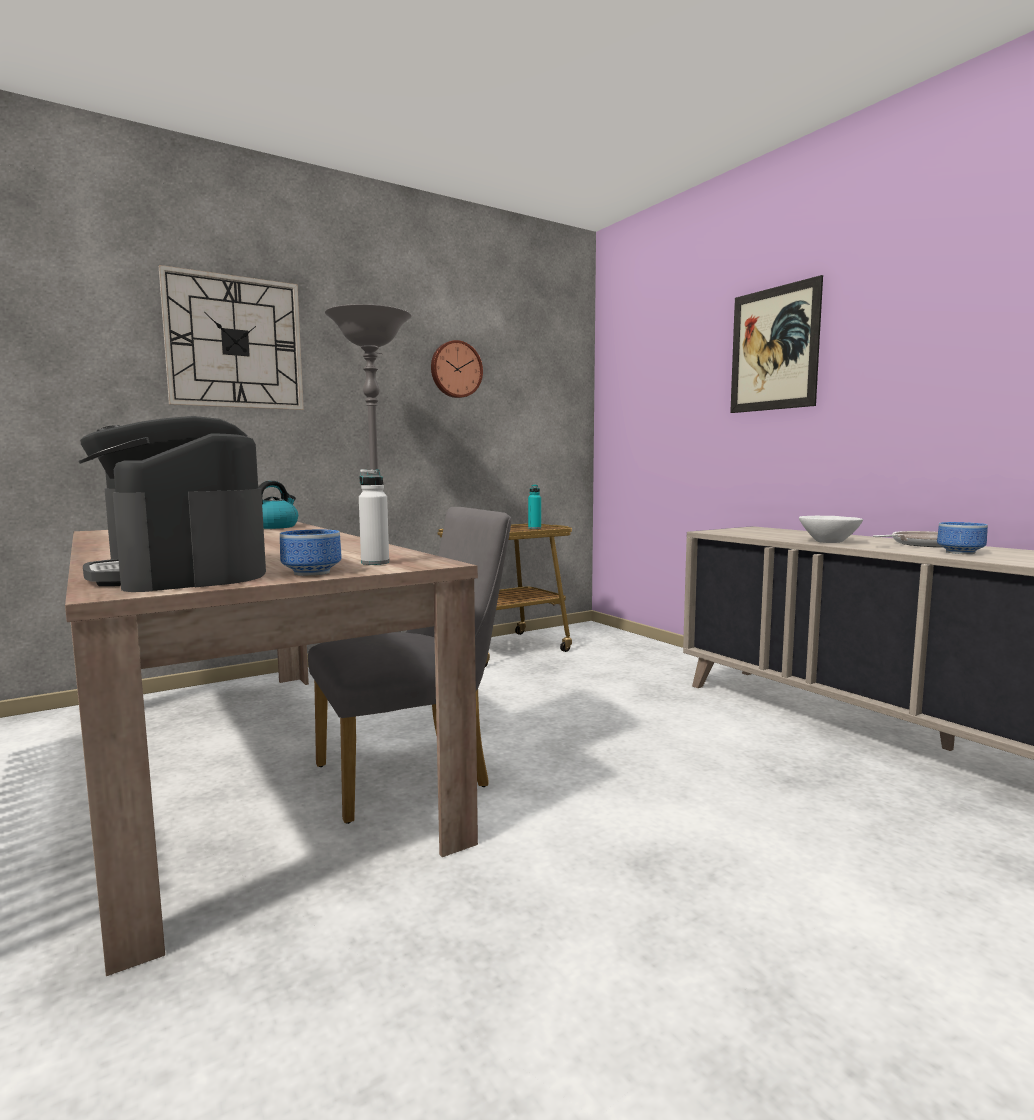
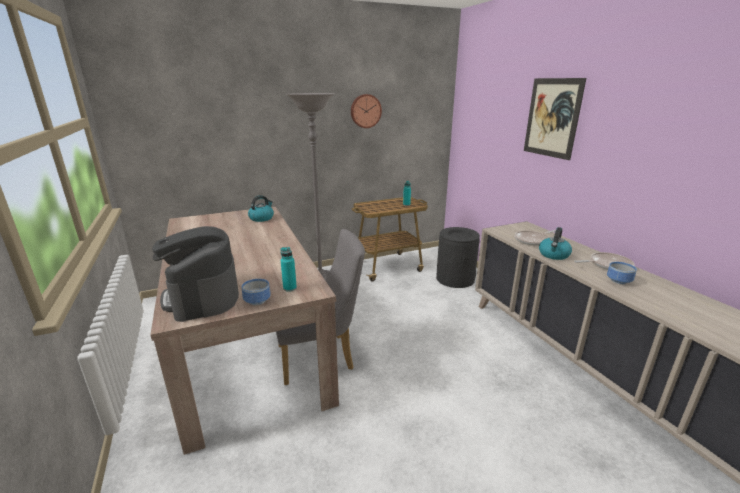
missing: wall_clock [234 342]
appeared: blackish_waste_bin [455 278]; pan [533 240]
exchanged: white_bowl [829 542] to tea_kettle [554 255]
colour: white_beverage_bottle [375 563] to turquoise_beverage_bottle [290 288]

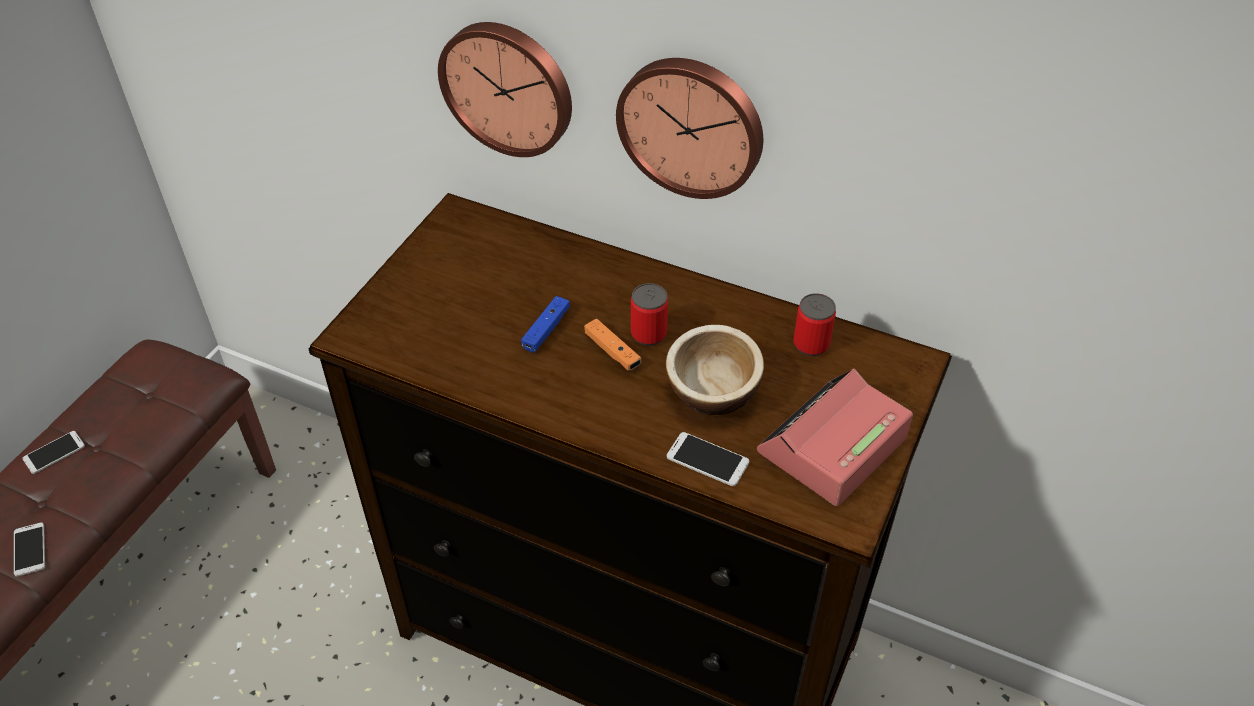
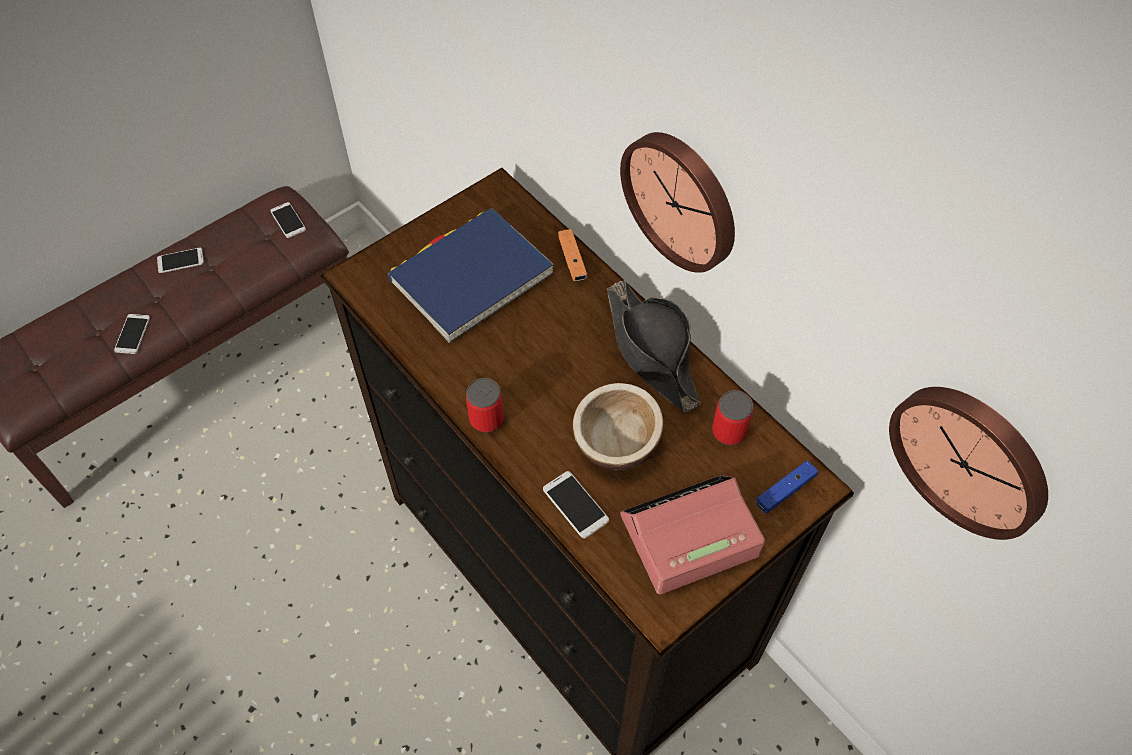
appeared: handset [288 220]; blue-coloured_volume [471 278]; blackish_hat [652 352]
relocated: can [648 334] to [486 419]; orange-coloured_joypad [612 351] to [572 260]; blue-coloured_joypad [546 329] to [785 490]; wall_clock [508 87] to [971 457]

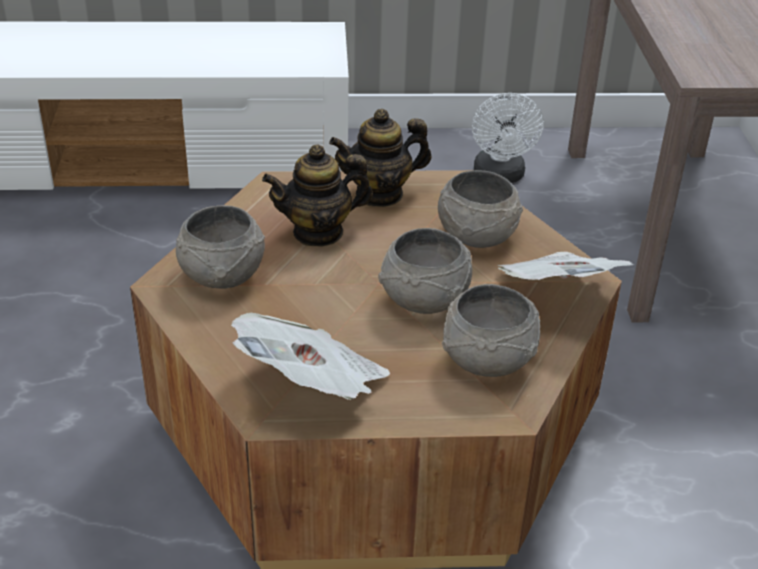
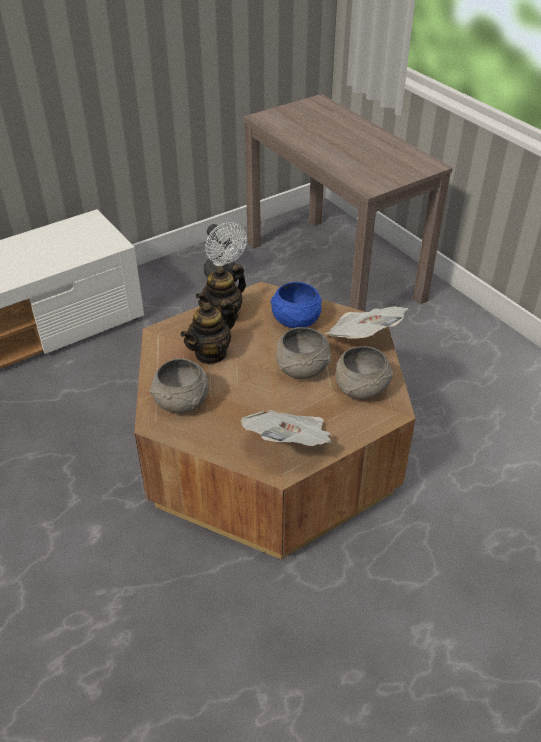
colour: grey_bowl [475 235] to blue-coloured_bowl [295 321]

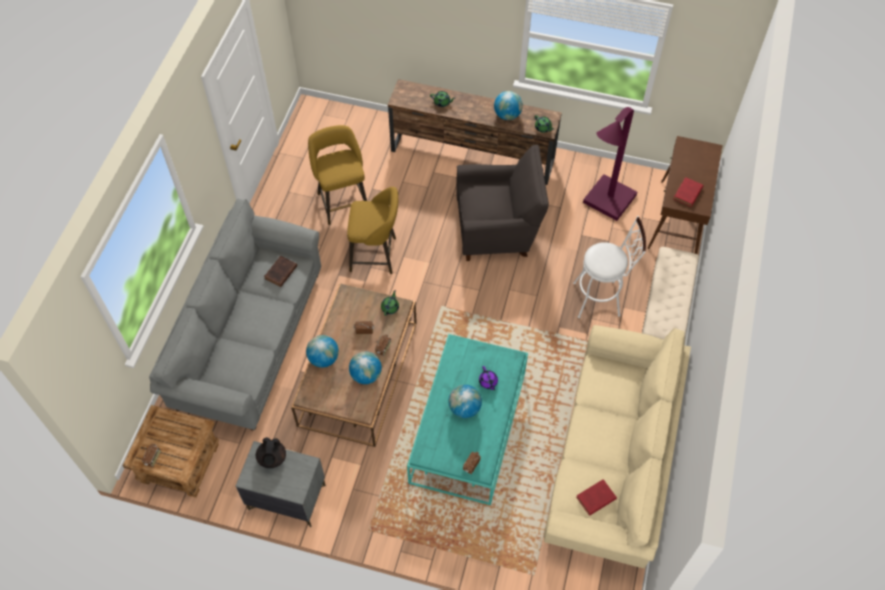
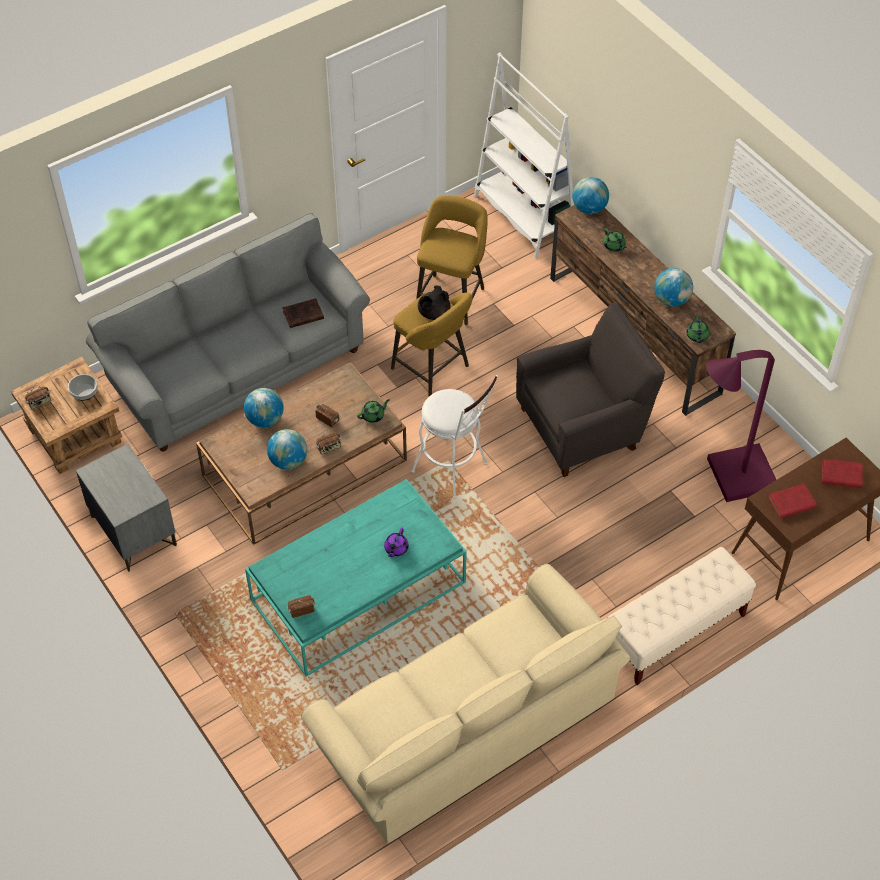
appeared: bowl [84 391]; white_bookcase [524 215]
relocated: white_stool [601 299] to [454 470]; blackish_tea_pot [272 458] to [433 313]; desk_globe [464 408] to [589 208]; red_volume [595 499] to [840 475]
spun: grey_armchair [498 229] = [584 426] 60 degrees counterclockwise

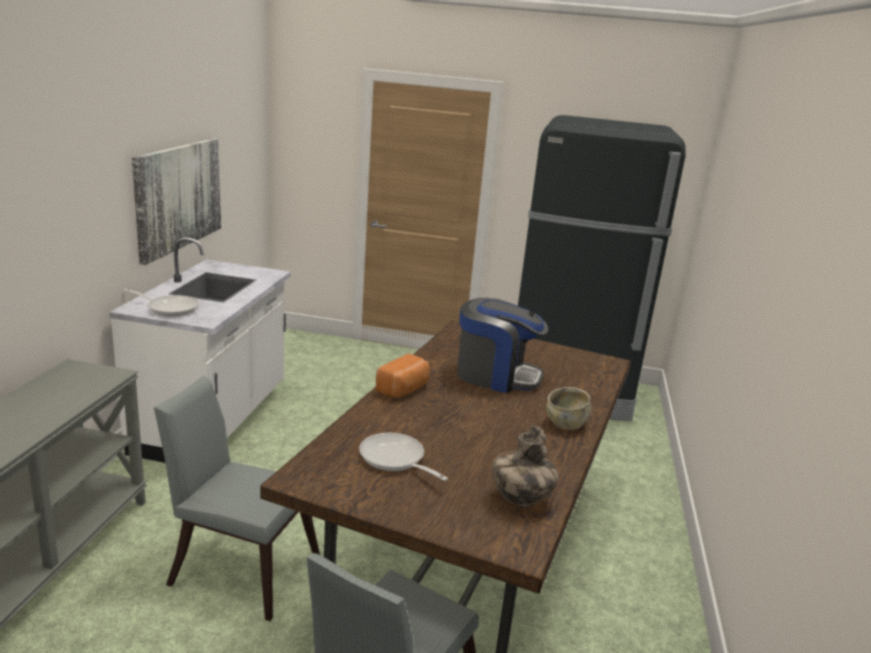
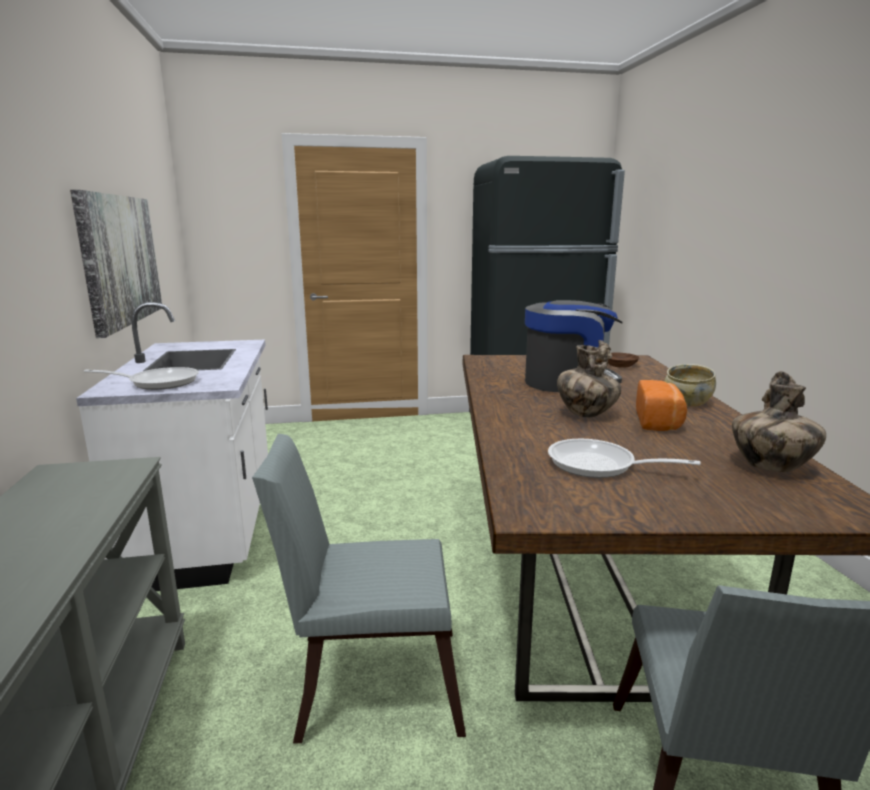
appeared: decorative_vase [585 414]; brownish_bowl [619 365]
relocated: bakery_bread [404 389] to [659 421]

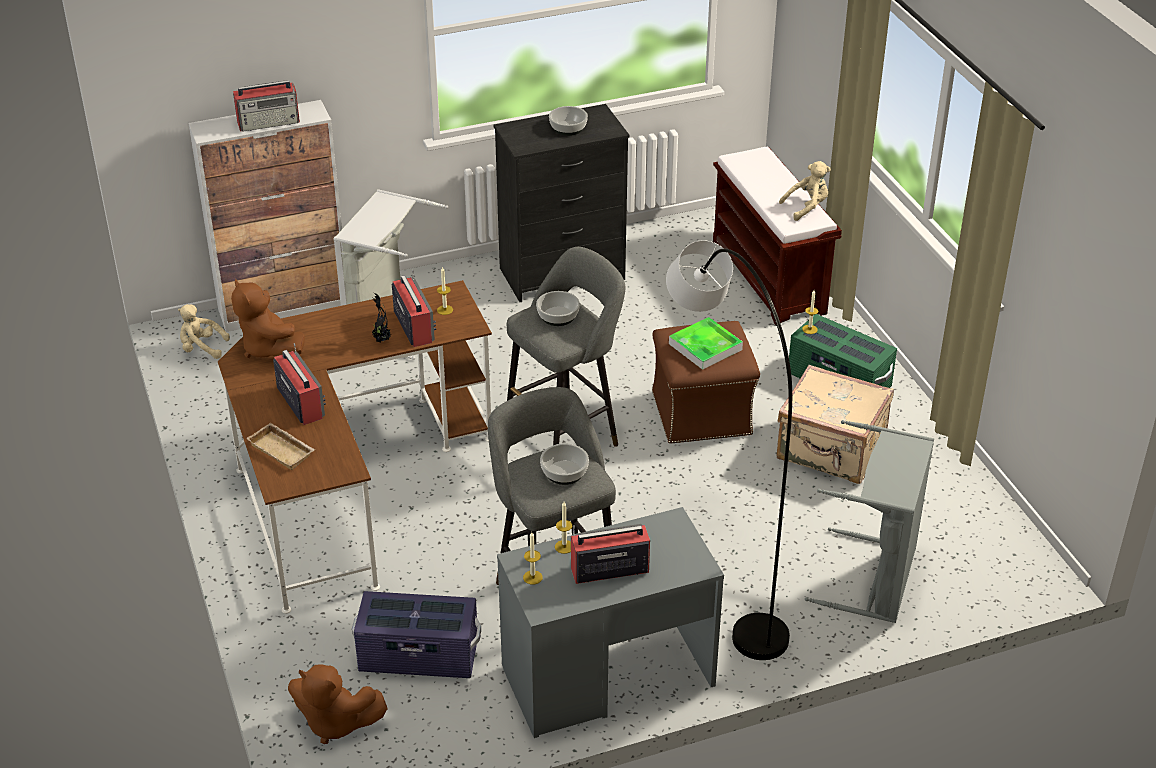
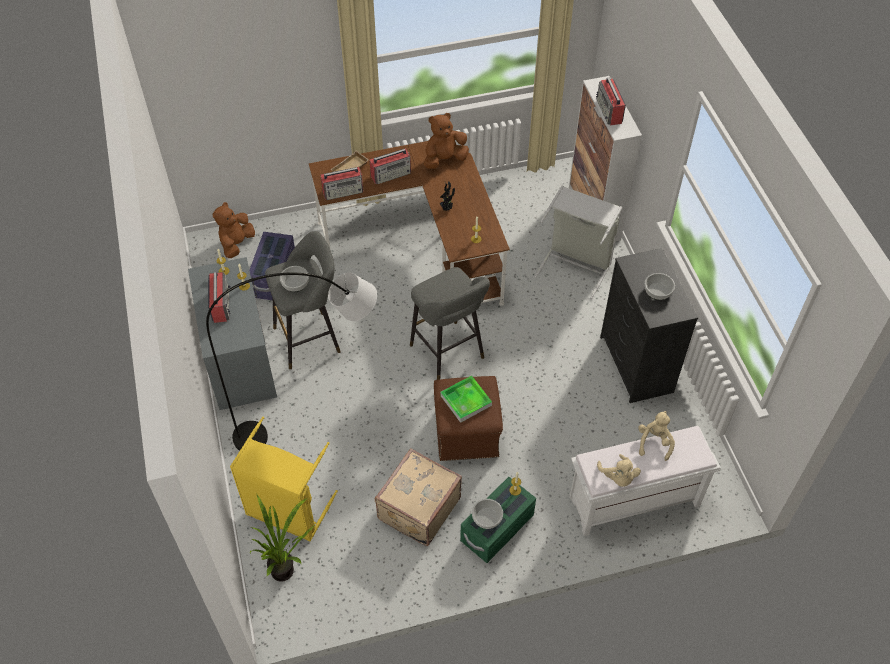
appeared: potted_plant [288 571]
relocated: radio_receiver [413 326] to [343 191]; bowl [558 316] to [486 517]; beige-coloured_soft_toy [201 348] to [654 442]
colour: grey_washing_basket [875 579] to yellow-coloured_washing_basket [287 511]; brownish_long_seat [770 278] to white_long_seat [633 502]

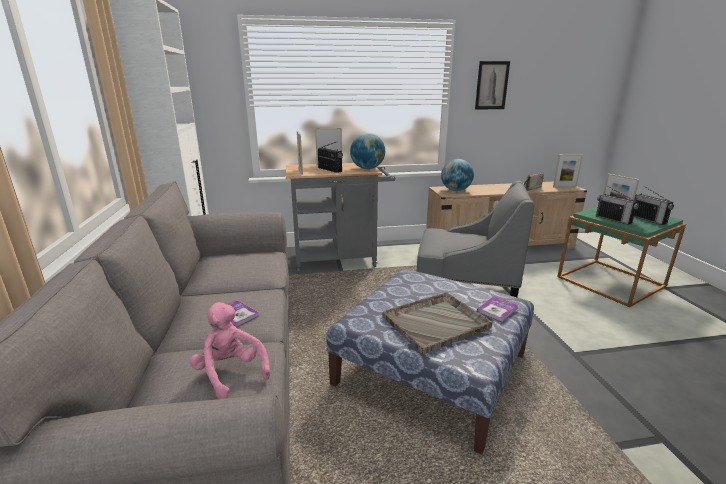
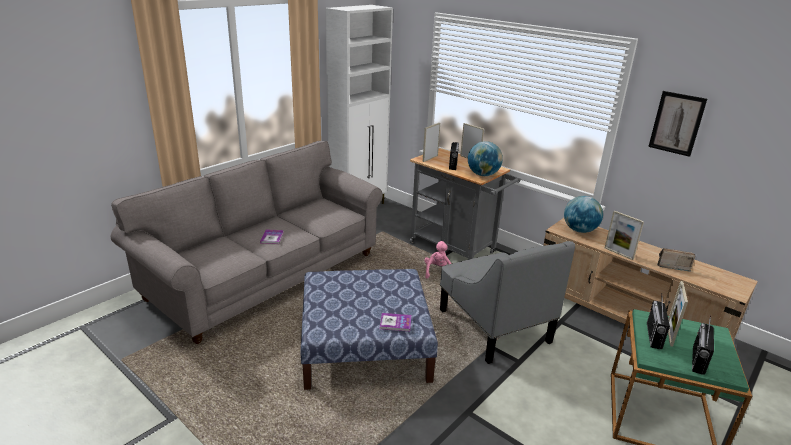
missing: grey_carrying_tray [436 322]
relocated: pink-coloured_soft_toy [231 373] to [437 272]; picture_frame [564 187] to [618 253]

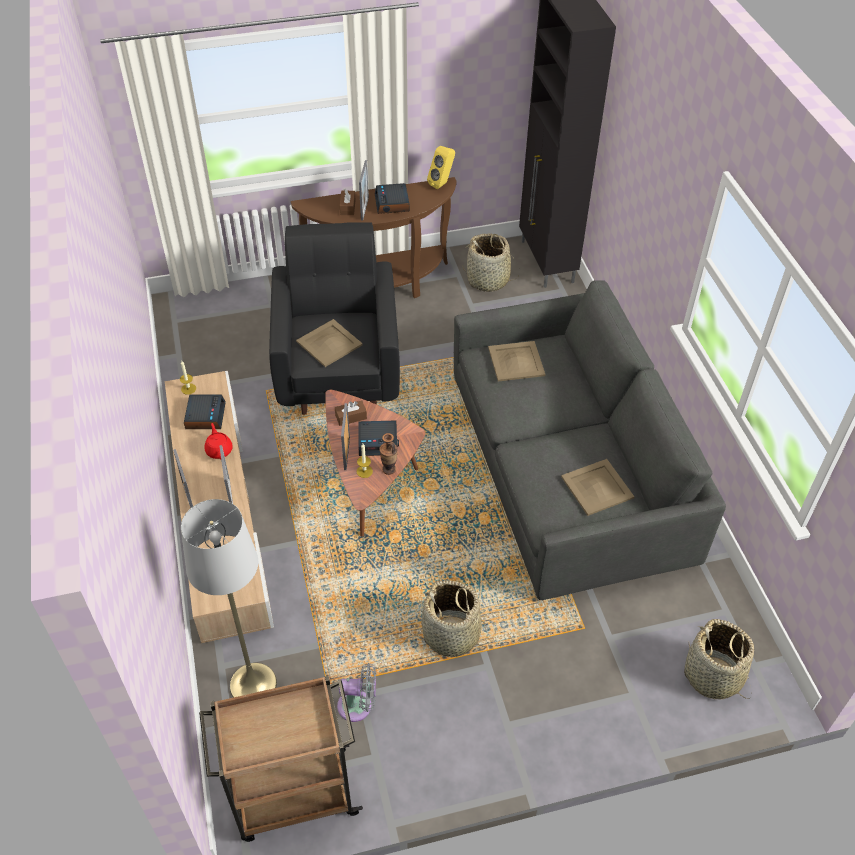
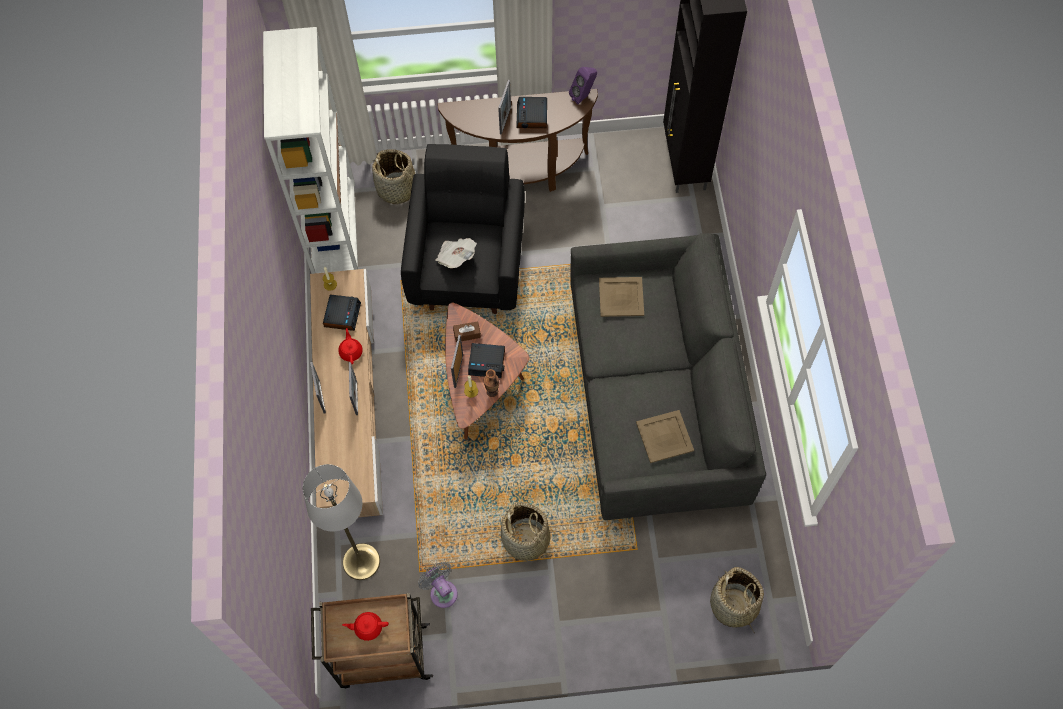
missing: brownish_box_of_tissues [347 207]
appeared: white_bookcase [334 230]; red_tea_pot [368 627]
relocated: household_basket [488 280] to [397 189]
exchanged: beige-coloured_carrying_tray [328 343] to daily_paper [456 257]
colour: yellow-coloured_loudspeaker [442 184] to purple-coloured_loudspeaker [583 96]
spun: grey_fan [358 706] = [442 591] 135 degrees counterclockwise

